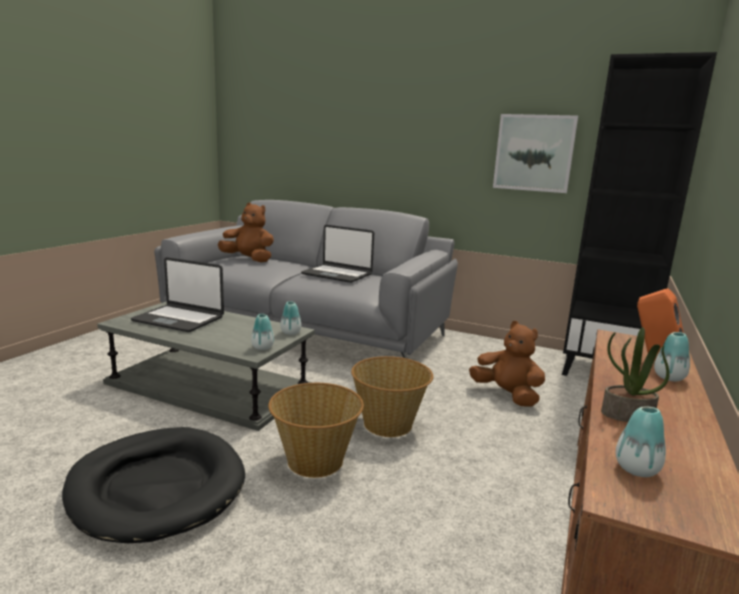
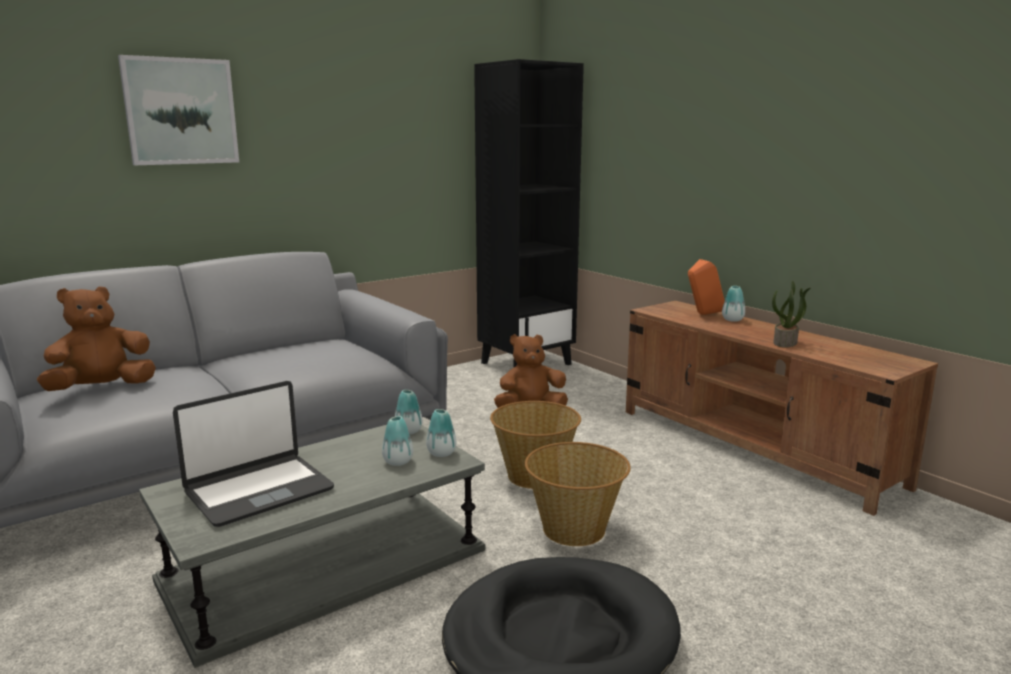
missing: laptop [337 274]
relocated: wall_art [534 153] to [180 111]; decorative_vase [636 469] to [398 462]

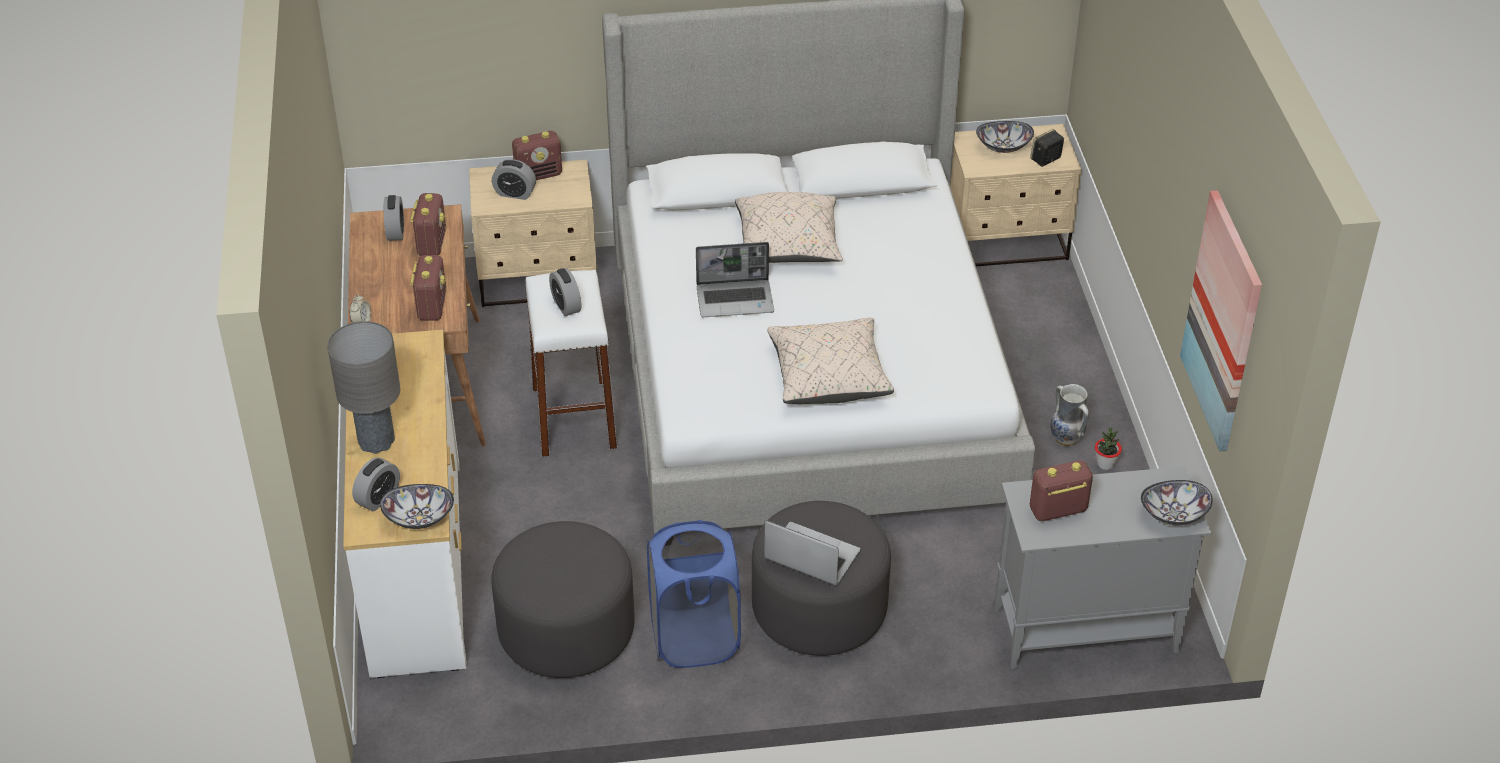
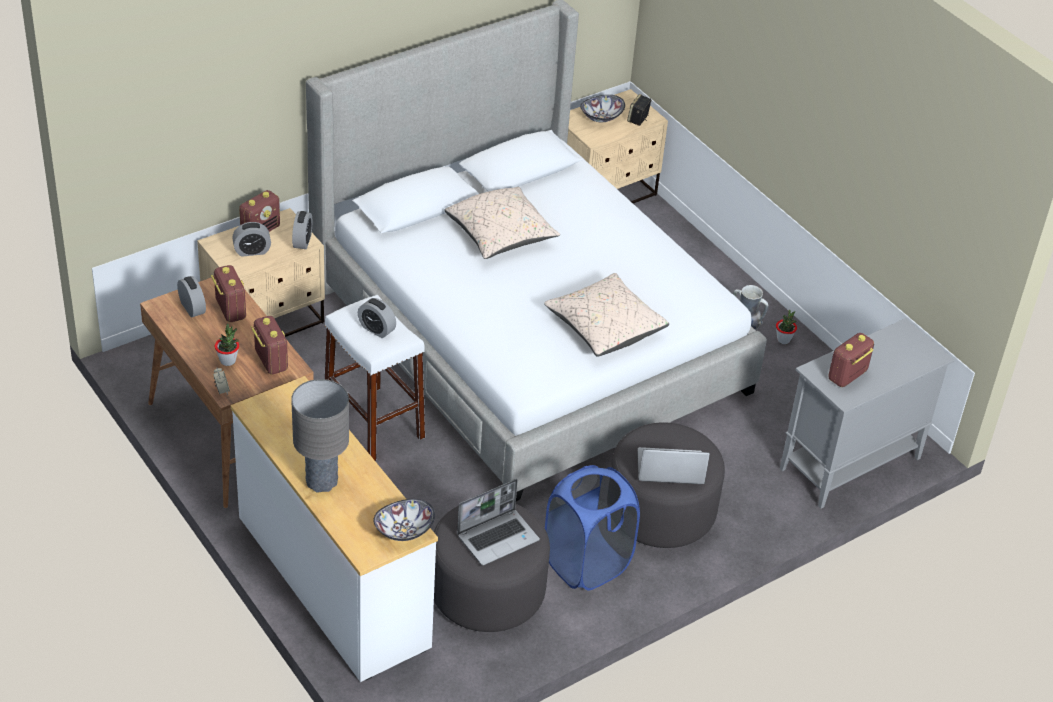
missing: bowl [1173 515]; wall_art [1223 321]
appeared: potted_plant [228 361]
relocated: alarm_clock [378 498] to [302 241]; laptop [736 299] to [498 537]

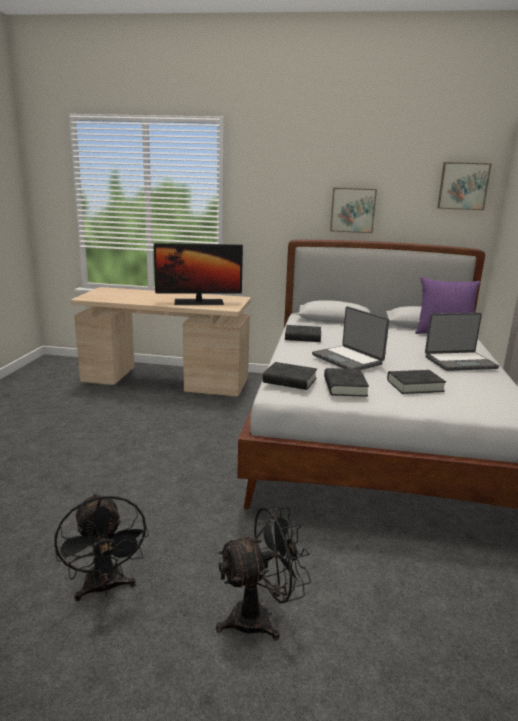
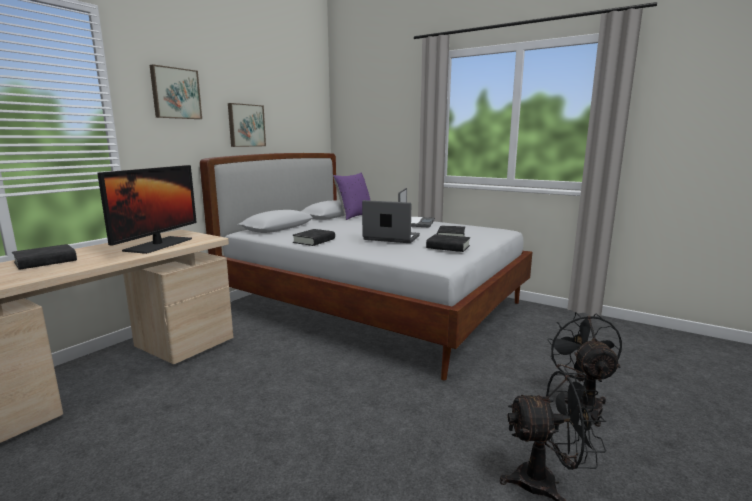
relocated: blackish_volume [289 380] to [45 261]; wall_art [463 186] to [175 93]
spun: laptop [348 359] = [391 238] 150 degrees counterclockwise

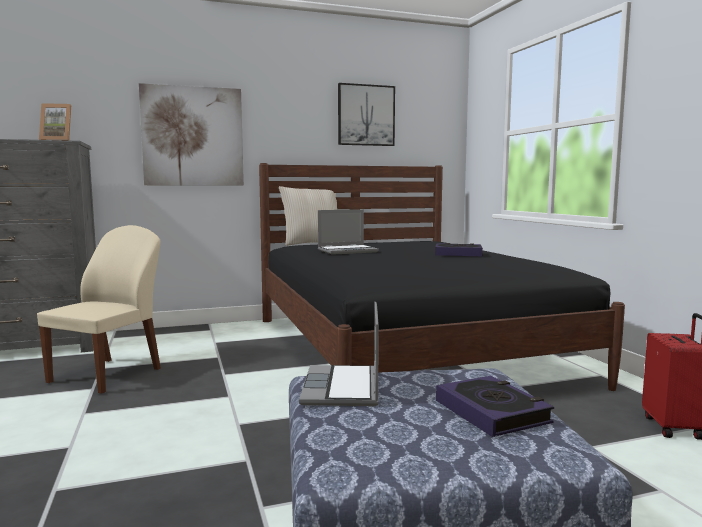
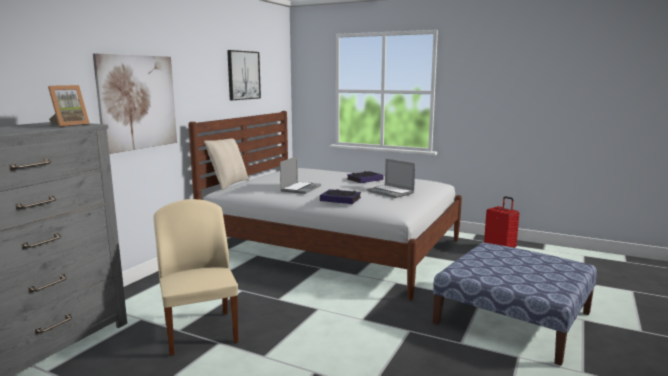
relocated: volume [492 412] to [340 199]; laptop [343 388] to [391 192]
colour: blackish_bedroom_bed [405 349] to white_bedroom_bed [334 247]

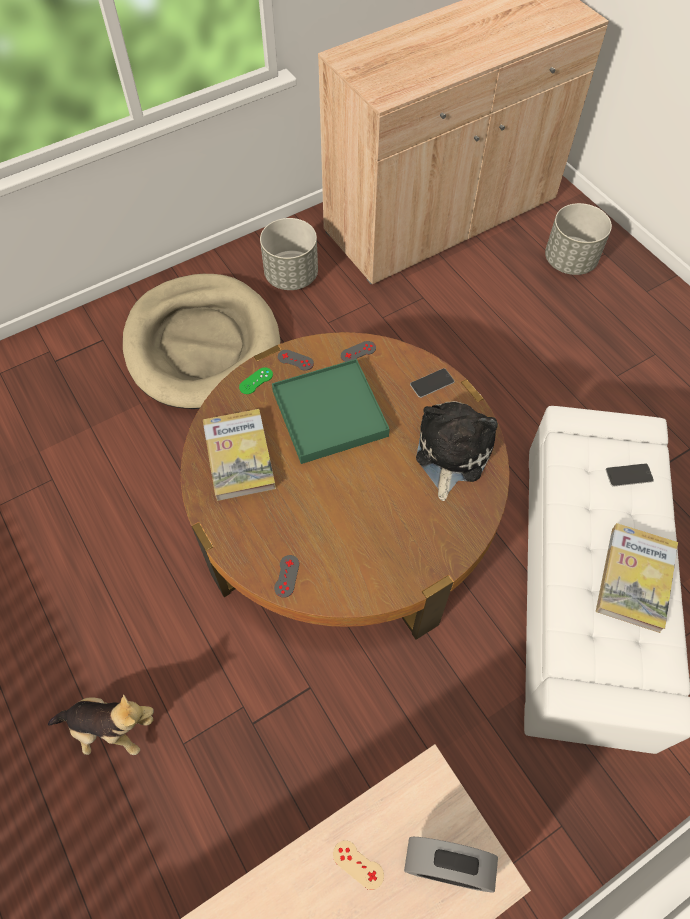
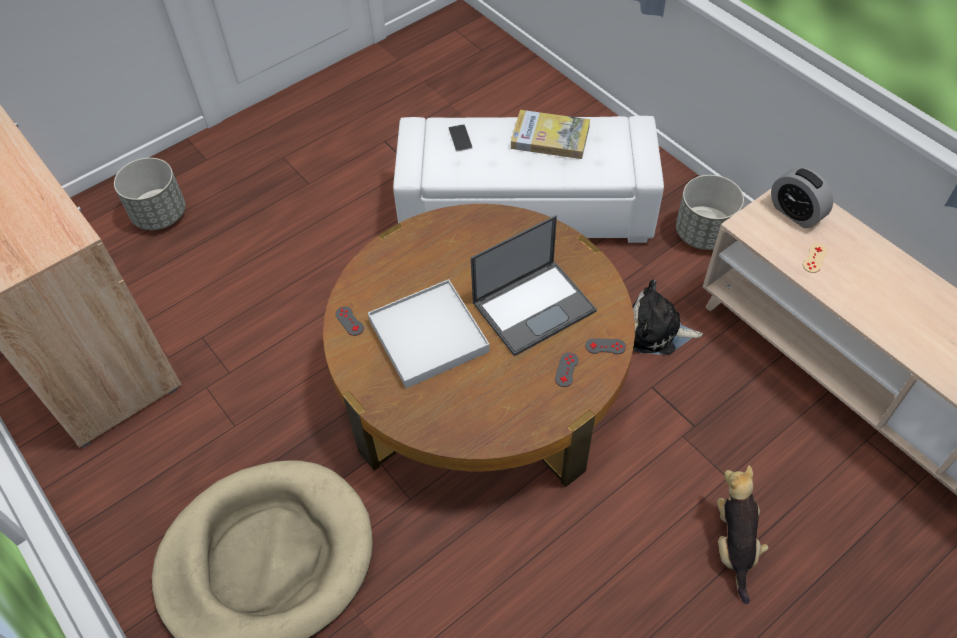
missing: volume [239 456]; greenish_joypad [256 381]; handset [432 383]
appeared: laptop [534 306]
relocated: grey_joypad [295 360] to [566 369]; soft_toy [450 454] to [656 331]; grey_flower_pot [291 276] to [703 233]
colour: greenish_carrying_tray [329 414] to white_carrying_tray [429 336]
spun: alarm_clock [447 865] = [795 213] 135 degrees clockwise

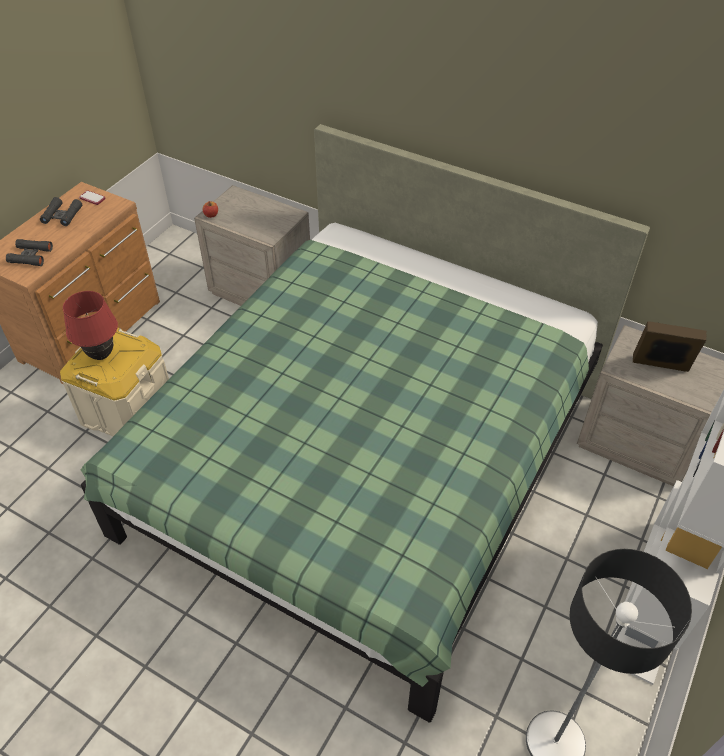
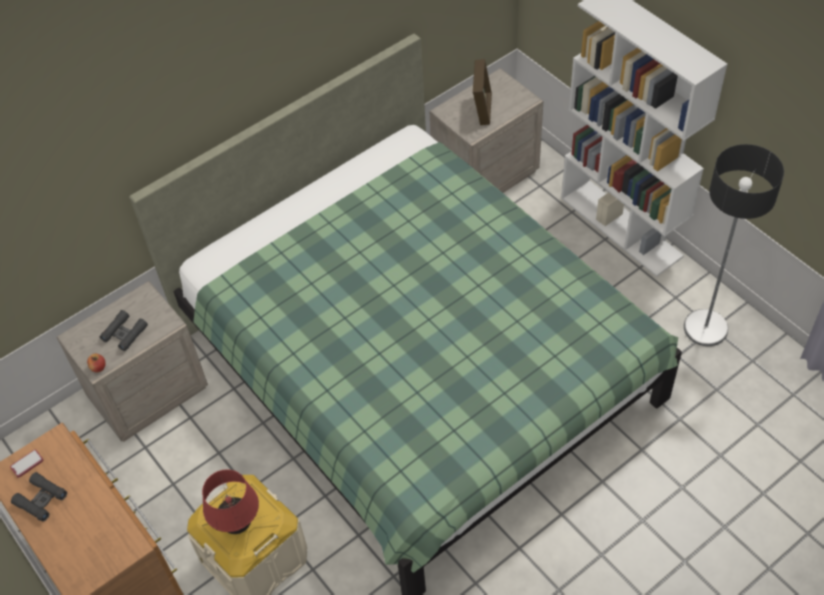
relocated: blackish_field_glasses [30 256] to [124 333]
spun: picture_frame [660 366] = [482 109] 150 degrees clockwise

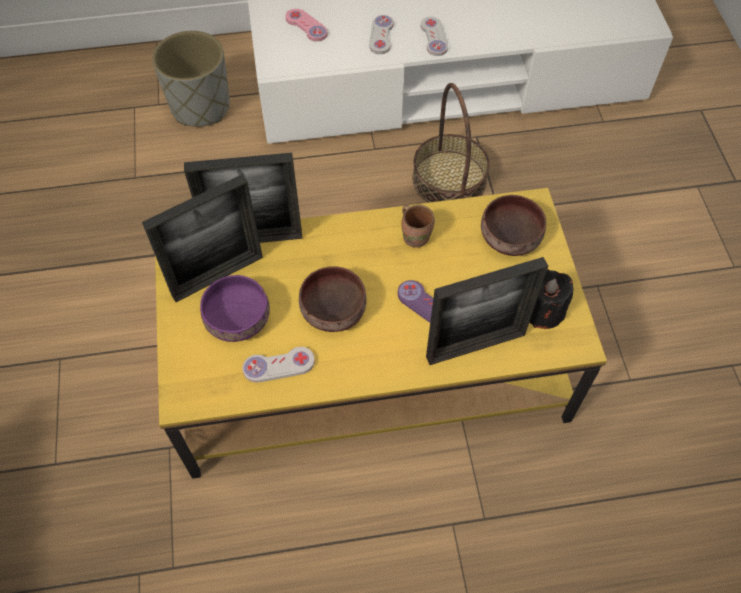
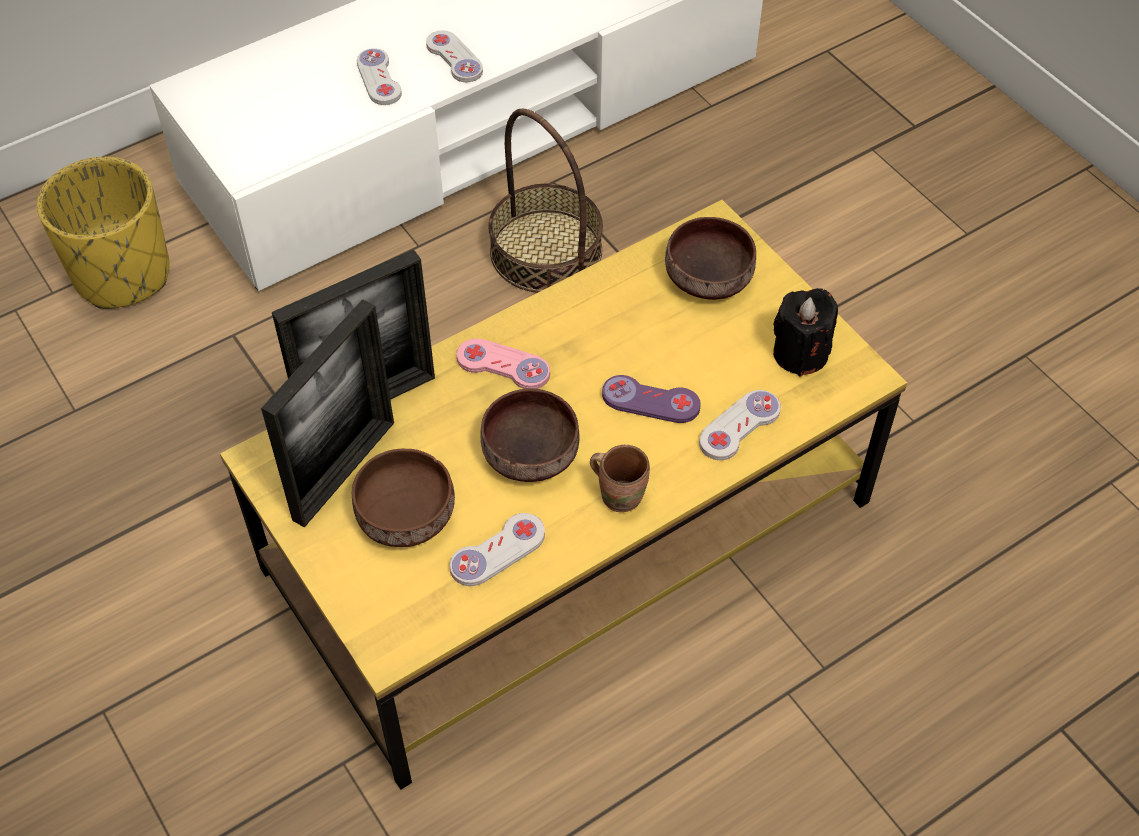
relocated: pink-coloured_joypad [306 26] to [503 366]; brownish_mug [416 236] to [620 493]
exchanged: picture_frame [475 346] to white_joypad [739 426]
colour: grey_flower_pot [201 107] to yellow-coloured_flower_pot [123 274]; purple-coloured_bowl [236 318] to brownish_bowl [403 515]

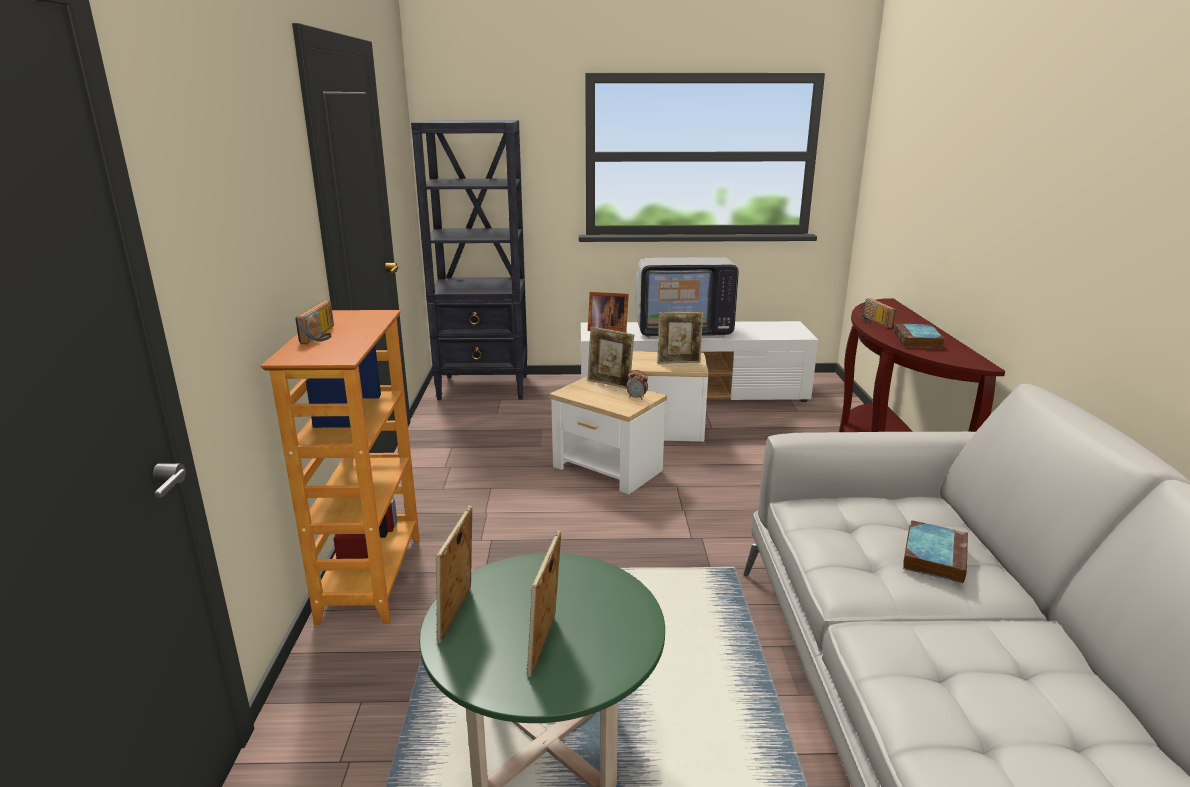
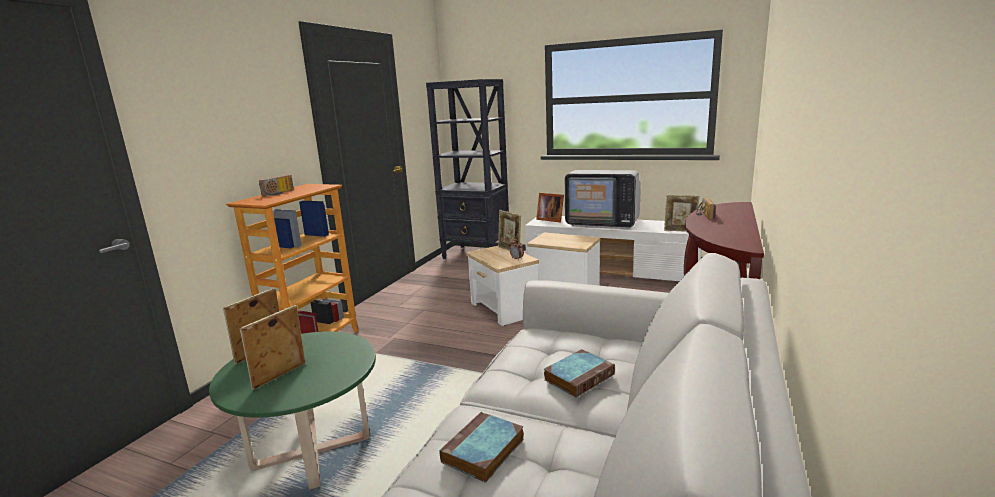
relocated: volume [918 341] to [483 452]; picture_frame [679 362] to [680 231]

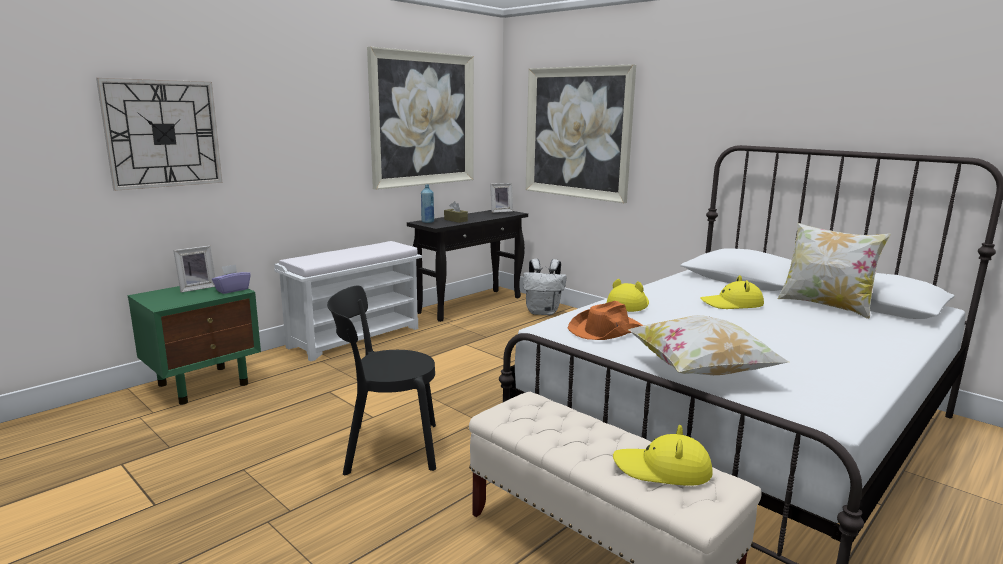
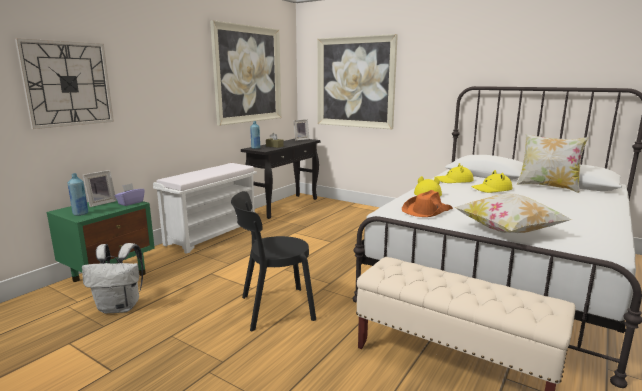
appeared: blue-coloured_beverage_bottle [80 214]
relocated: white_rucksack [543 312] to [120 307]; yellow-coloured_hat [662 469] to [454 181]

